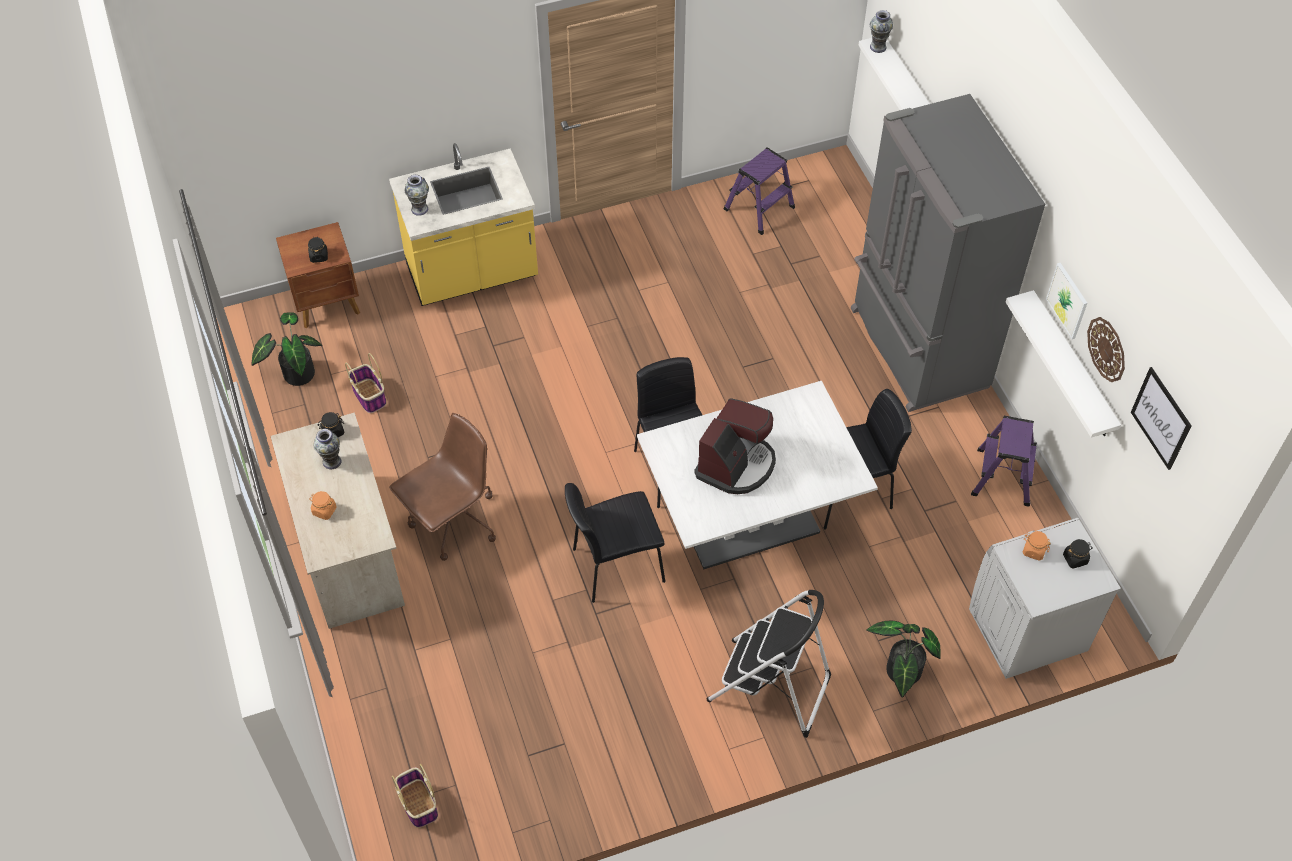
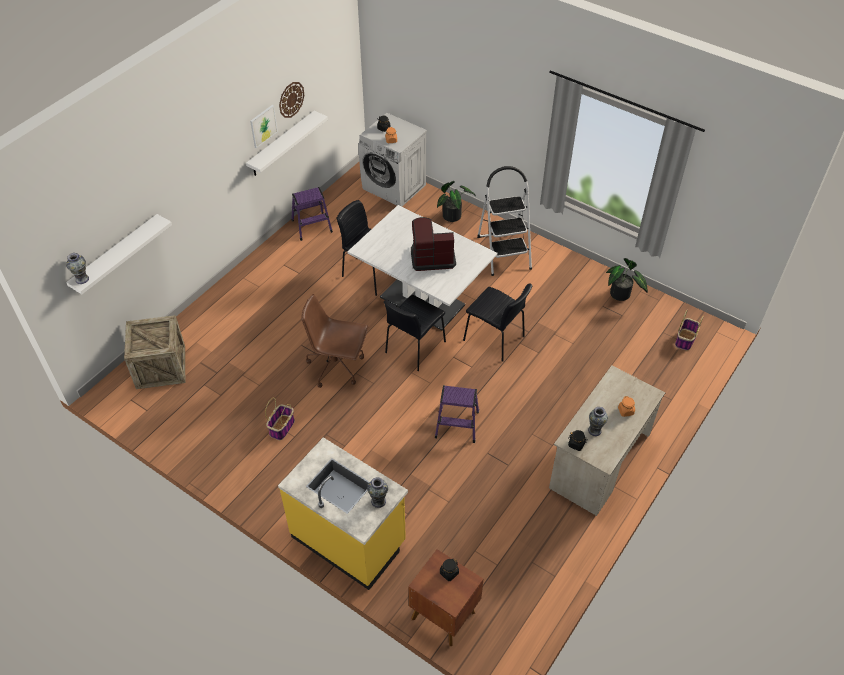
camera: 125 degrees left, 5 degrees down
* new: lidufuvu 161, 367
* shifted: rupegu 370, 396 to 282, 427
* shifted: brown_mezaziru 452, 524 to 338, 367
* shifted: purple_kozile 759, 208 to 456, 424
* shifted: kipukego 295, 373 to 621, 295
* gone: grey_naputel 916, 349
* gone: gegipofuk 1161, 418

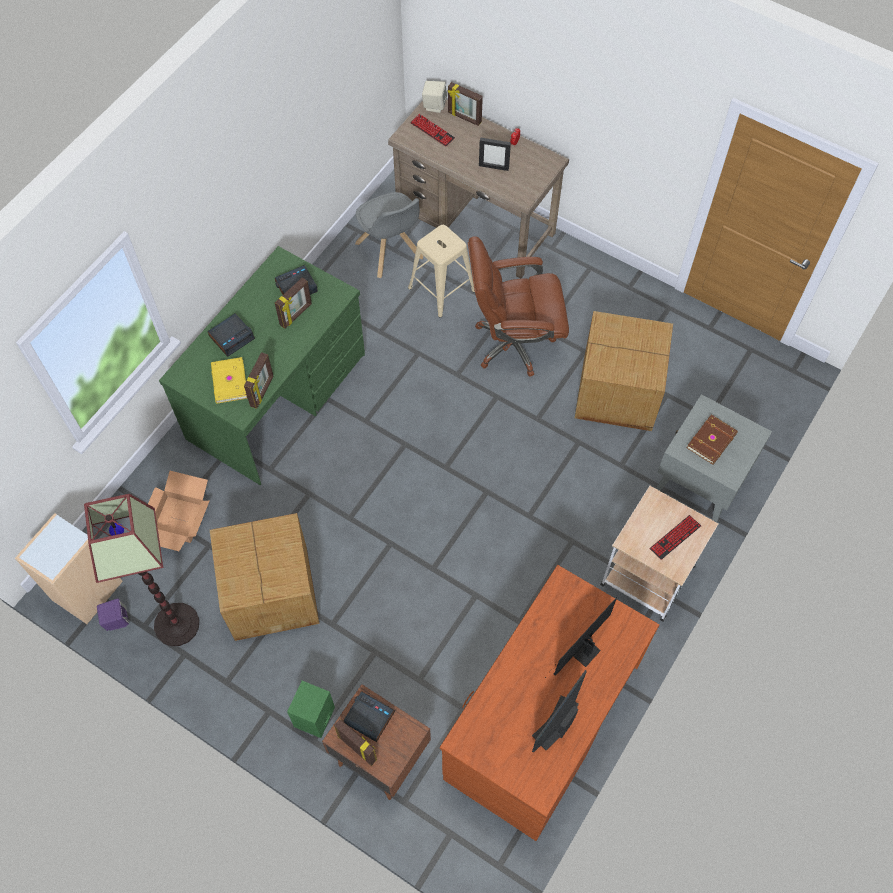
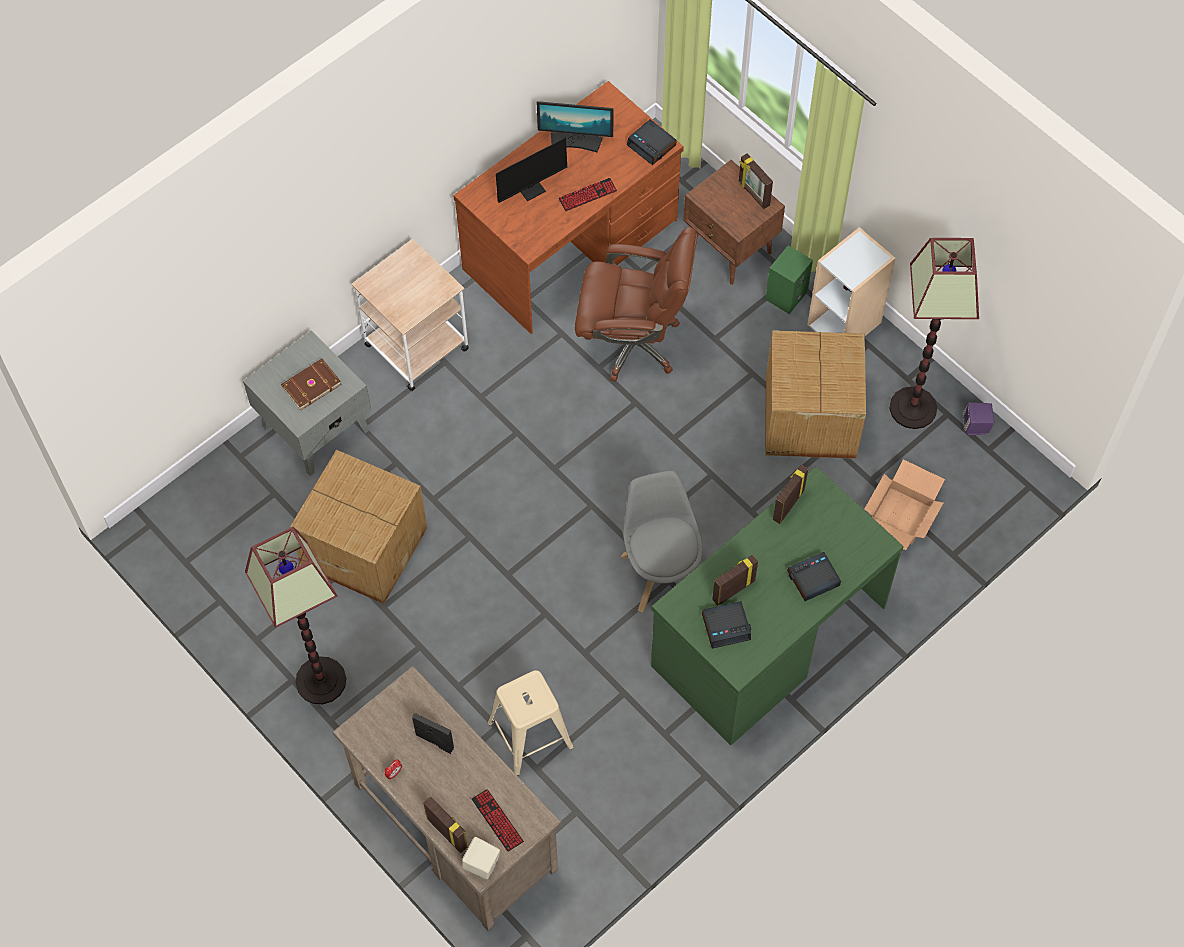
camera: 165 degrees left, 0 degrees up
* new: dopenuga 321, 680
* rotated: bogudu 557, 723 = 576, 140 45 degrees clockwise
* shifted: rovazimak 675, 537 to 587, 195
* shifted: brown_mezaziru 515, 343 to 632, 343
* shifted: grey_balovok 390, 253 to 660, 571
* shifted: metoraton 369, 717 to 652, 145
* shifted: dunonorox 86, 591 to 845, 323
* gone: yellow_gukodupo 228, 382

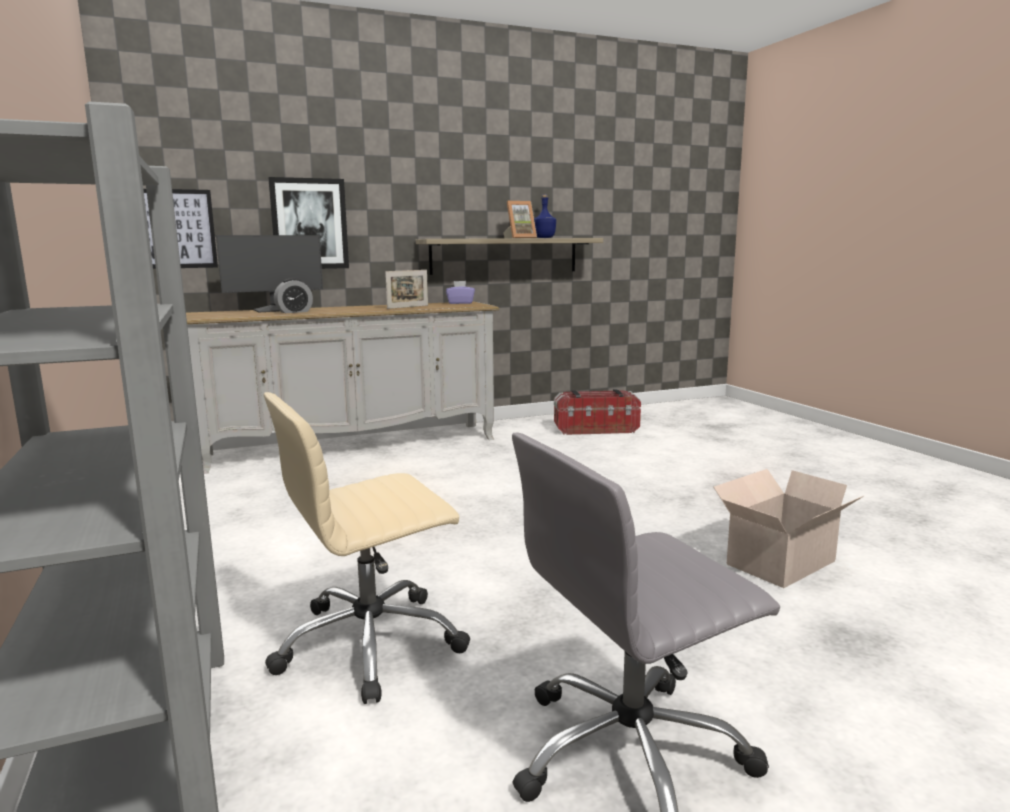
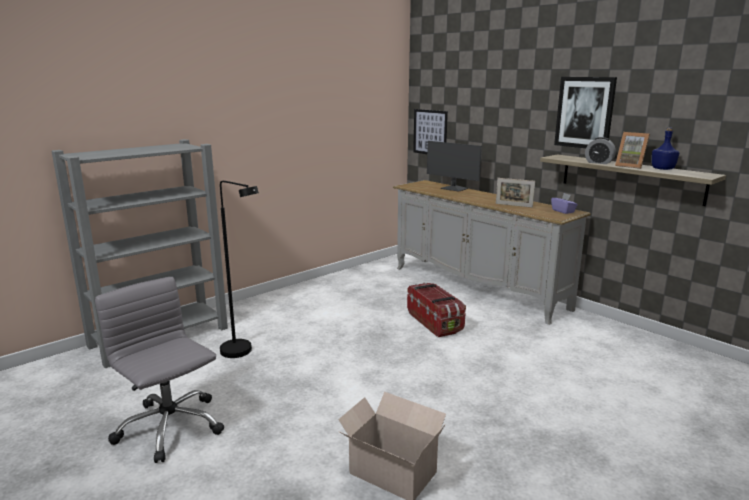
camera: 70 degrees right, 5 degrees up
* swapped: beige_mezaziru 369, 644 to black_dopenuga 242, 353
* shifted: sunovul 595, 429 to 435, 322
* shifted: gegipofuk 309, 224 to 584, 112
* shifted: metoraton 294, 312 to 599, 162

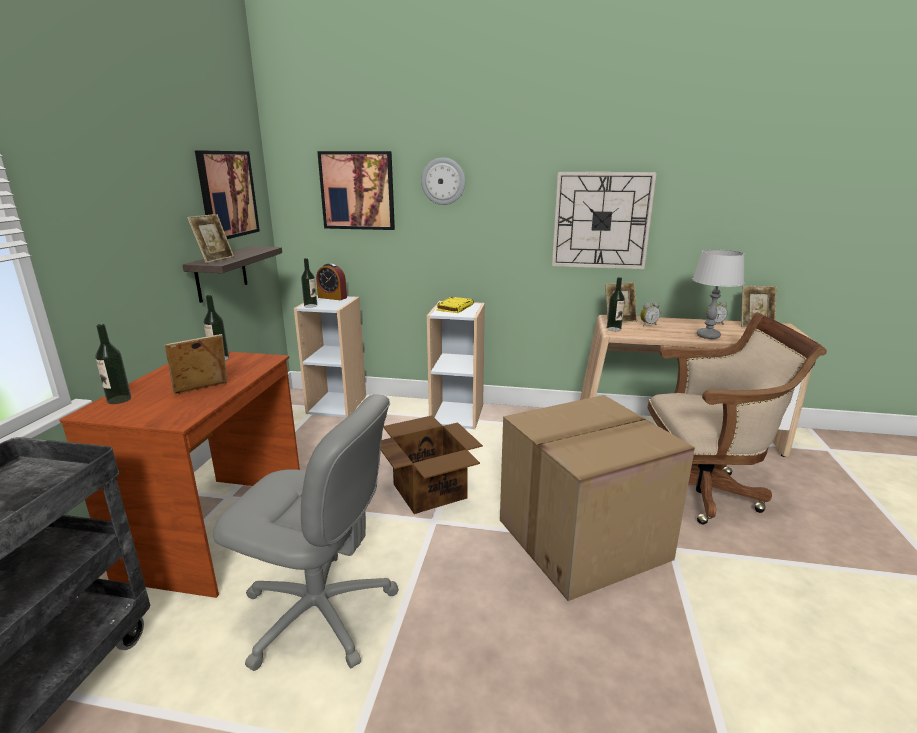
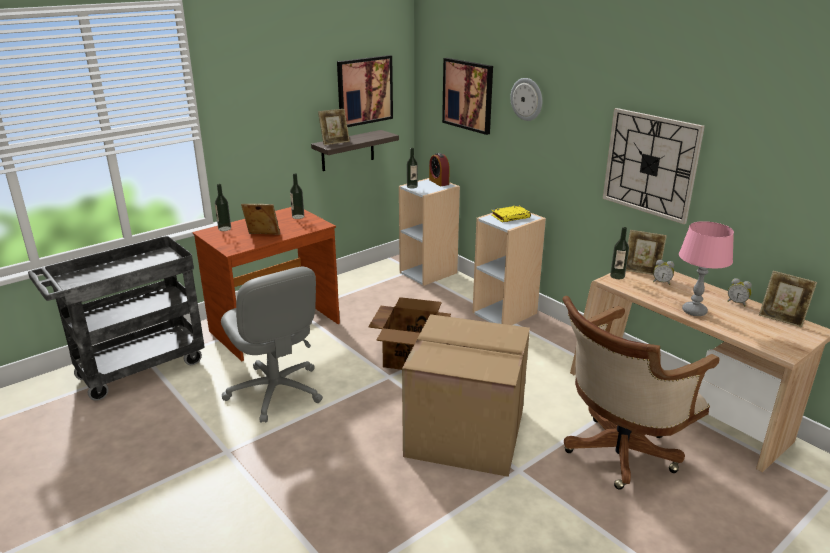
camera: 40 degrees right, 5 degrees up
* rotated: mezaziru 705, 492 = 617, 455 105 degrees clockwise
* repainted: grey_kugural 708, 336 to pink_kugural 694, 311

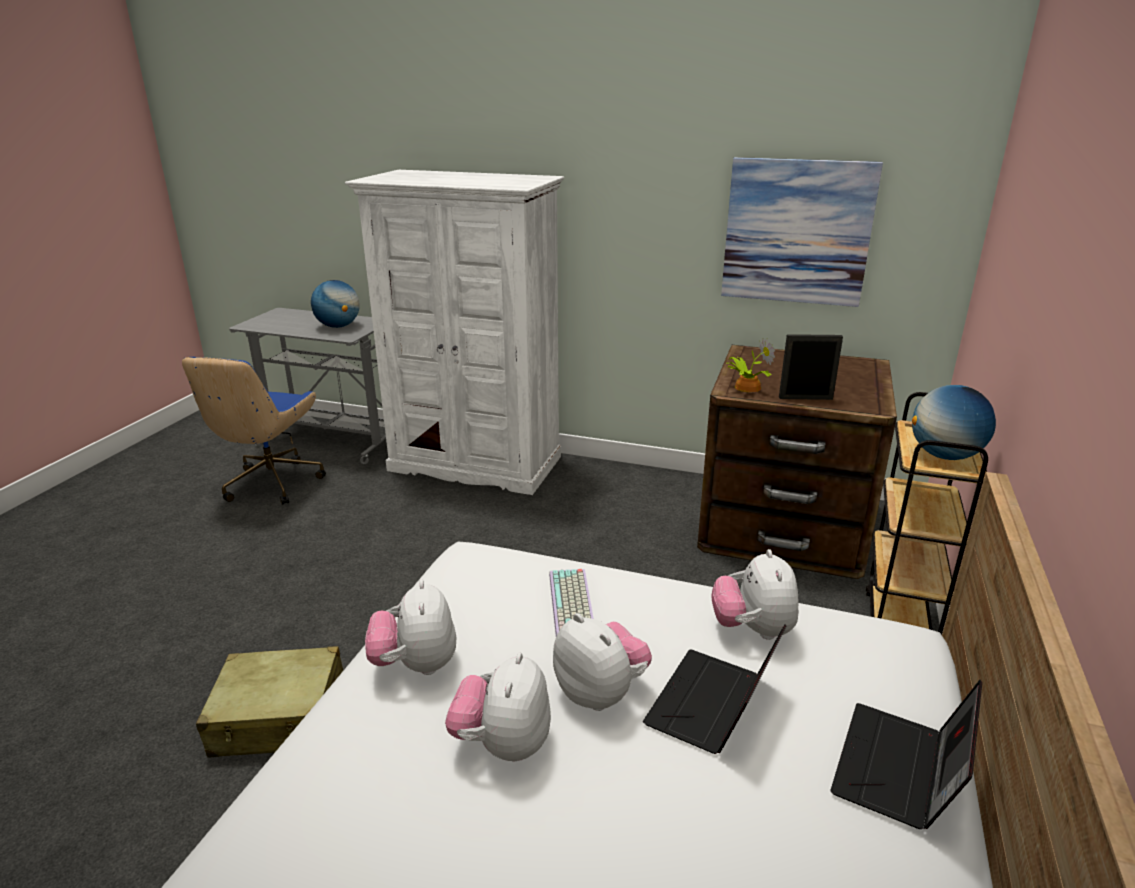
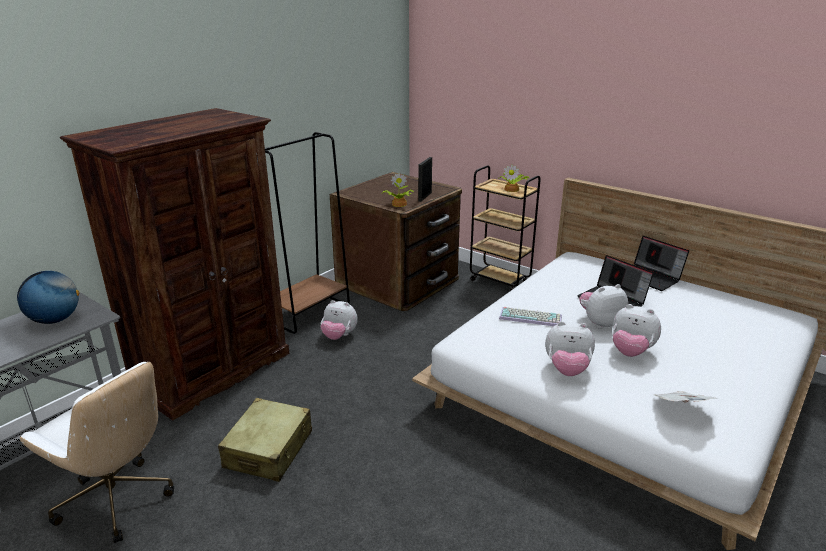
camera: 70 degrees left, 0 degrees up
* repainted: blue_mezaziru 271, 485 to white_mezaziru 118, 503
* repainted: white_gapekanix 475, 464 to brown_gapekanix 213, 371
* shifted: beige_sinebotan 280, 718 to 269, 449
* new: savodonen 308, 313
* shifted: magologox 752, 629 to 339, 336
* swapped: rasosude 944, 456 to kipukego 512, 189
* new: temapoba 681, 409
* gone: gegipofuk 797, 232

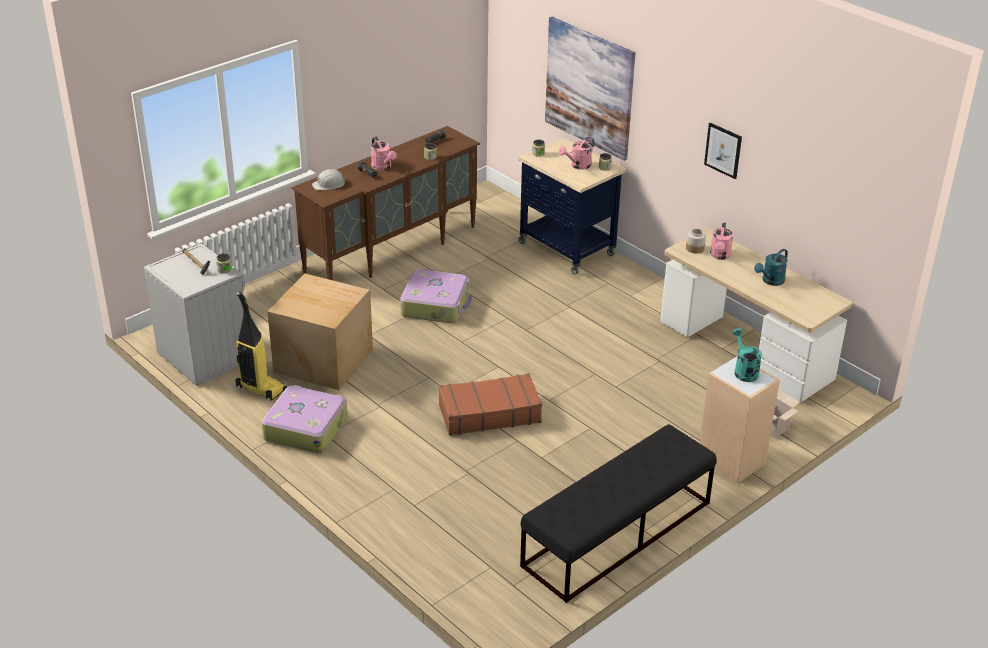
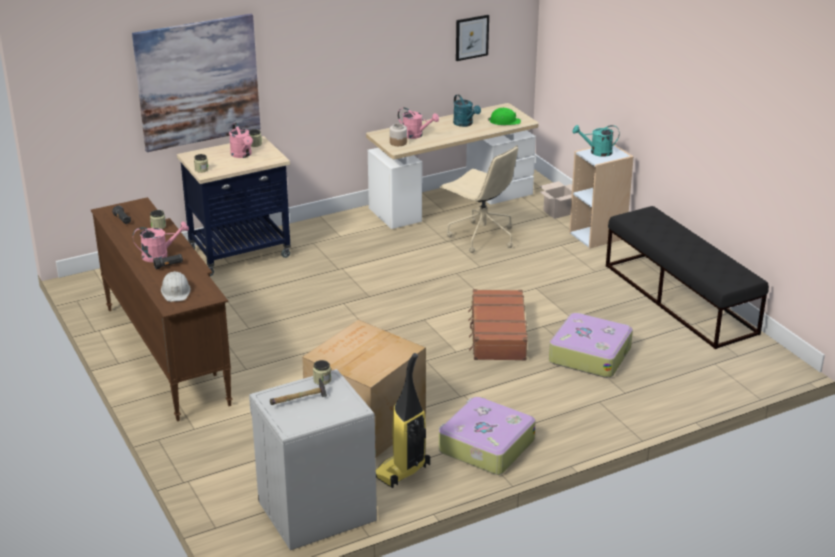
camera: 75 degrees left, 5 degrees down
* new: beige_mezaziru 479, 236
* shifted: gegipofuk 723, 150 to 471, 37
* new: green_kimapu 504, 121
* shifted: sinebotan 436, 305 to 589, 354

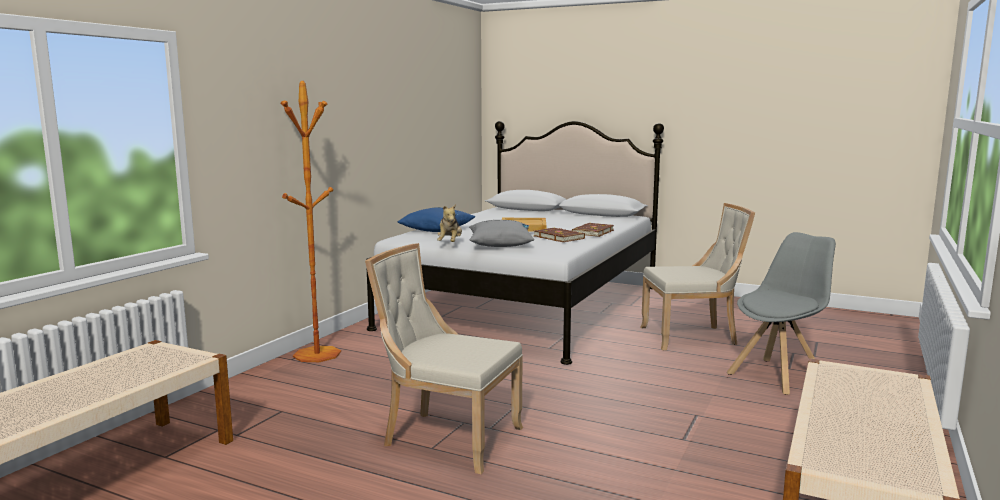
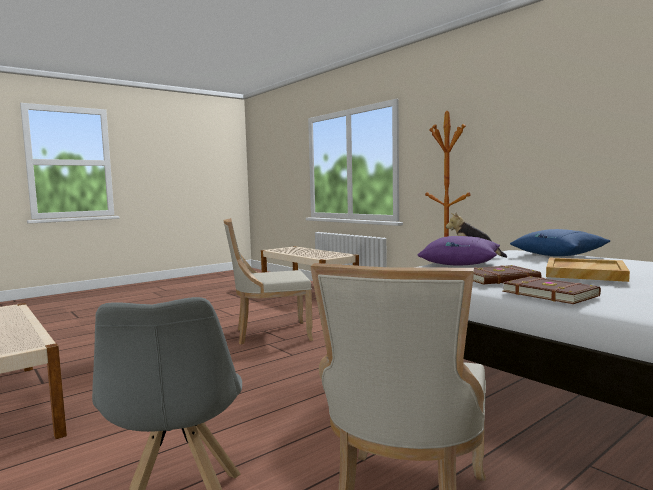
camera: 115 degrees right, 5 degrees down
* rotated: beige_balovok 447, 438 = 270, 334 150 degrees counterclockwise
* repainted: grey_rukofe 500, 245 to purple_rukofe 460, 264

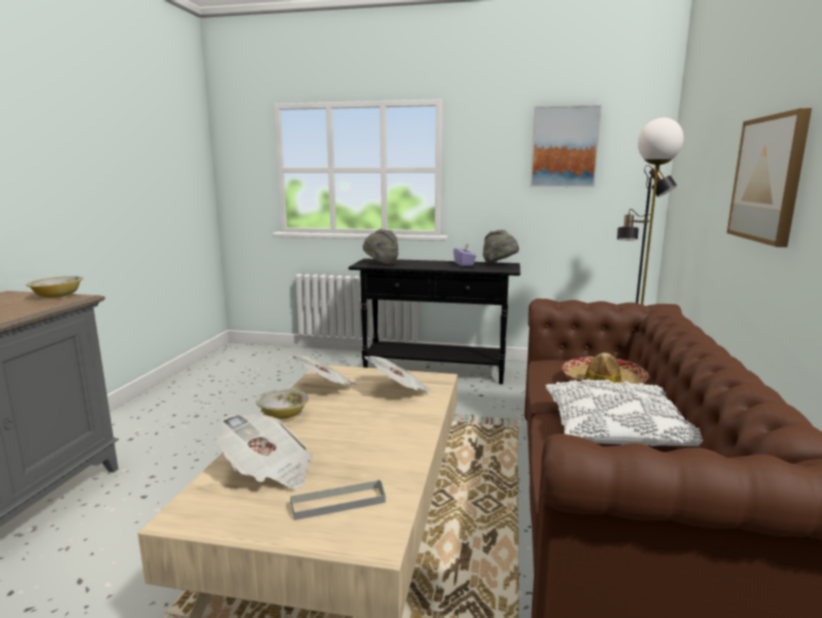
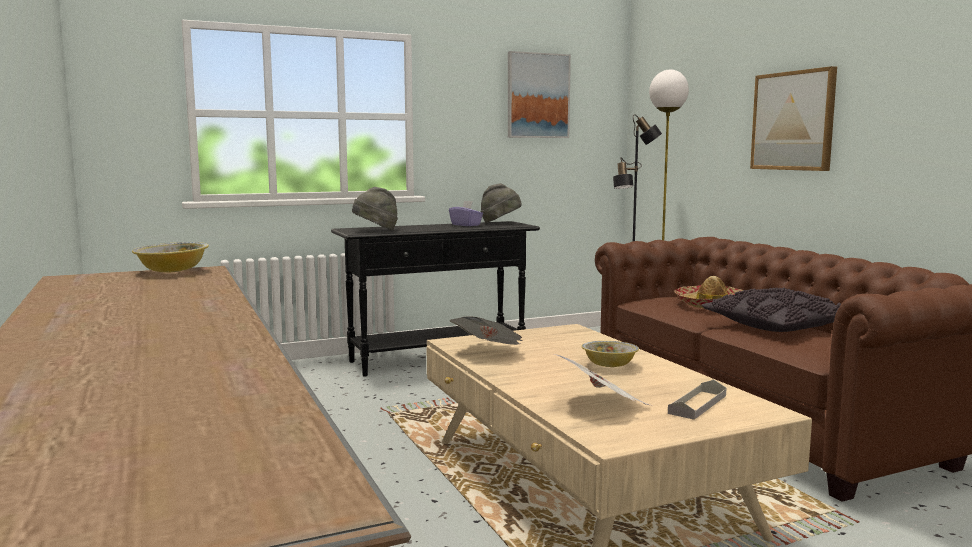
camera: 35 degrees left, 5 degrees down
* shifted: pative 283, 415 to 609, 365
* repainted: white_rukofe 615, 430 to black_rukofe 777, 326
* gone: temapoba 400, 391

